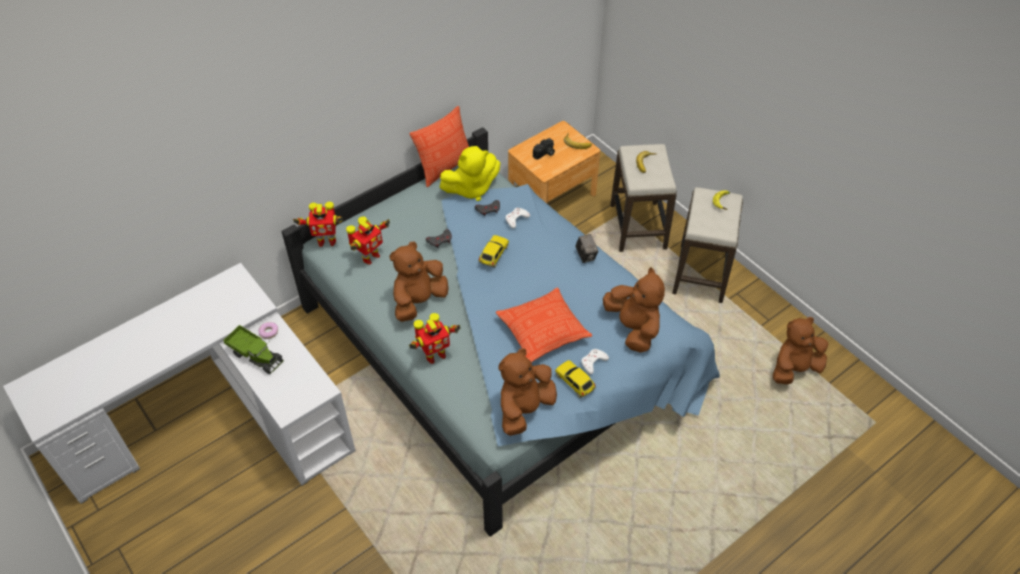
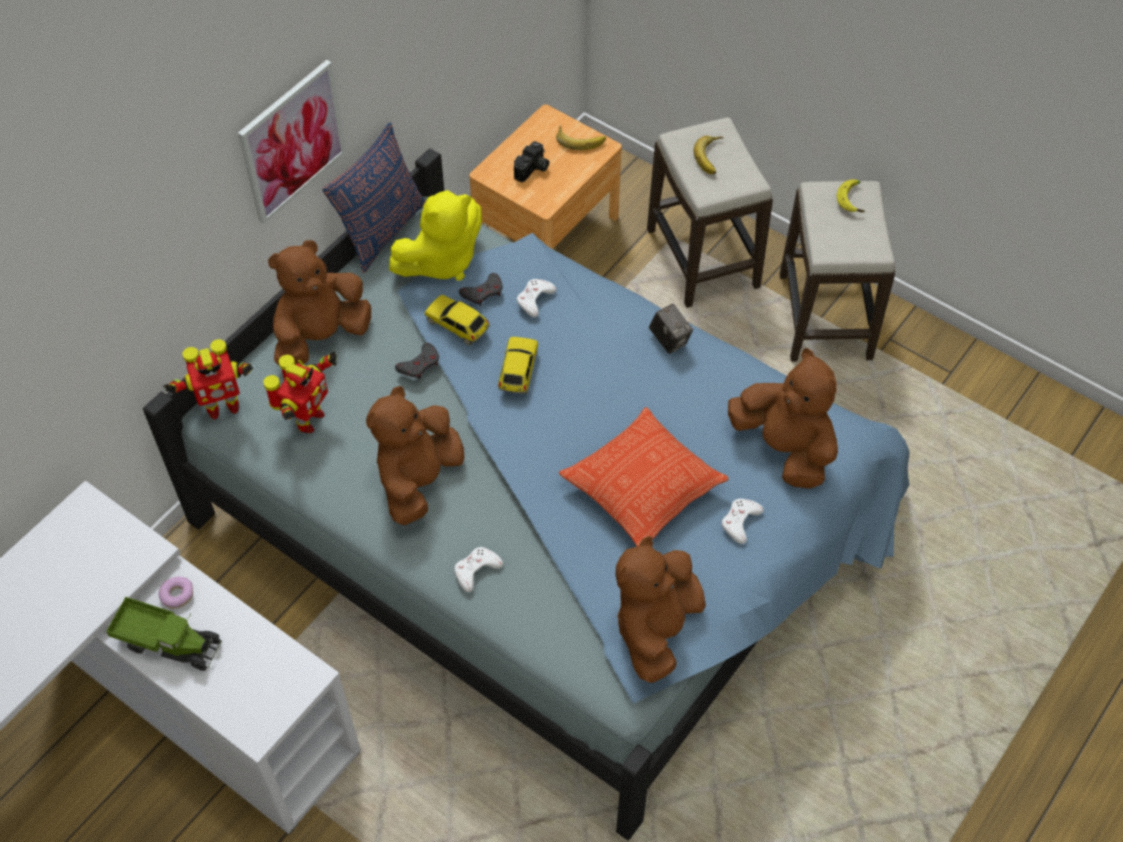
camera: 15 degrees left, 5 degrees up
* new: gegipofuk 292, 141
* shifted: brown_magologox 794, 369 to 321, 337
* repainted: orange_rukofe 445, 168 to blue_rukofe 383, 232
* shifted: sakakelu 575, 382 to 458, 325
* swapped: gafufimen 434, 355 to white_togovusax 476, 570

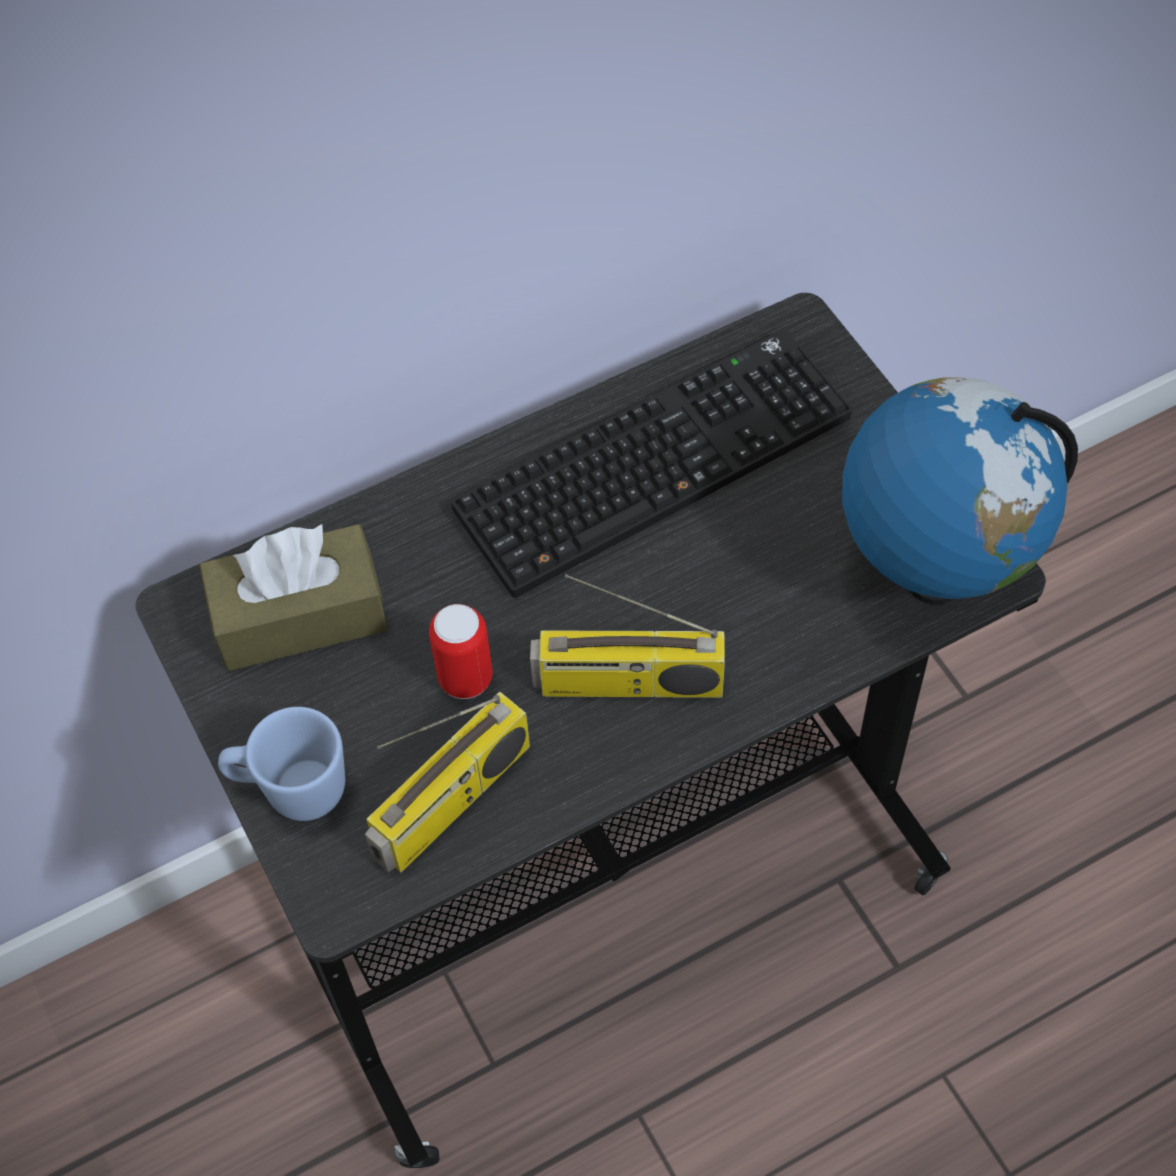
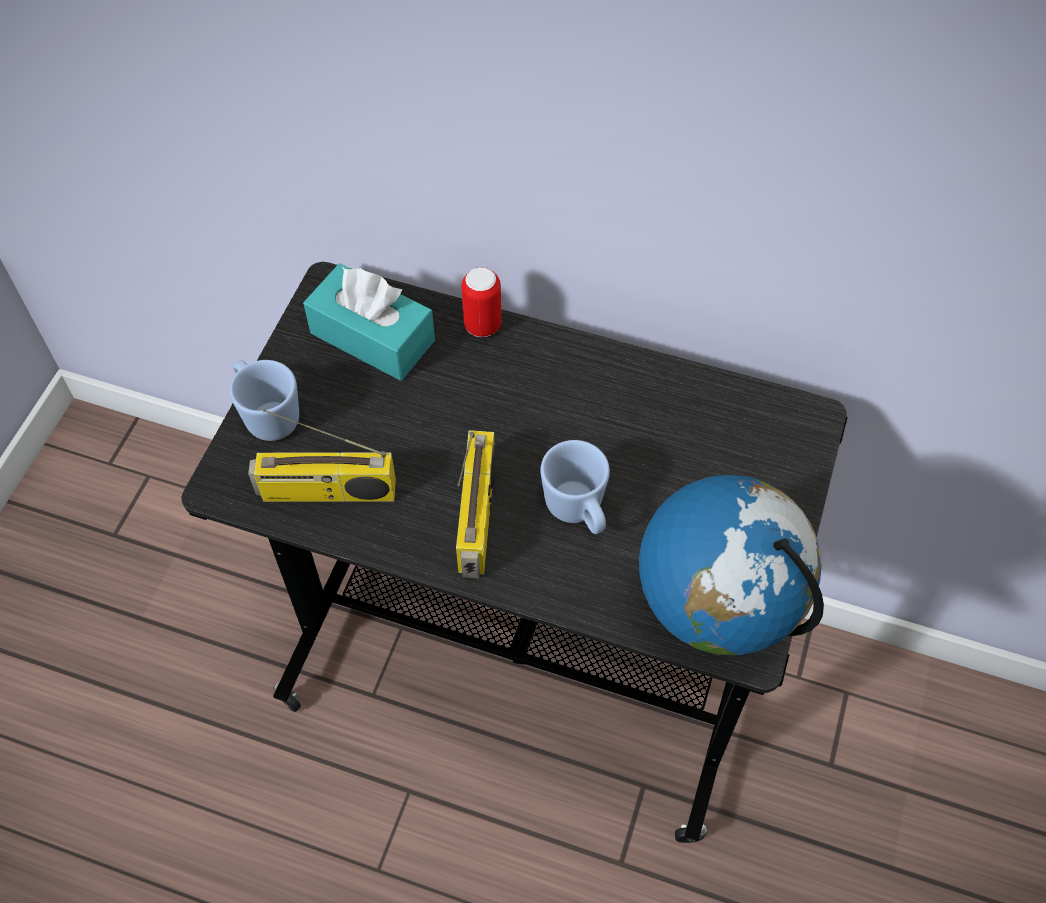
camera: 45 degrees right, 0 degrees up
* repainted: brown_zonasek 299, 616 to turquoise_zonasek 372, 337
* rotated: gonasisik 627, 684 = 478, 517 135 degrees counterclockwise
* shifted: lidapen 465, 678 to 482, 325
* new: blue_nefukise 578, 511
* gone: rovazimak 654, 457

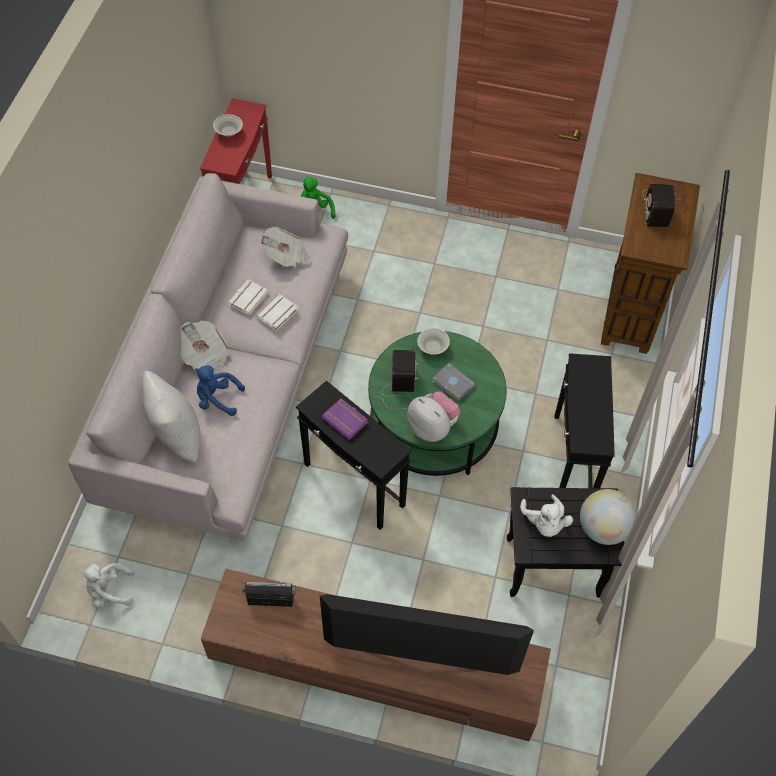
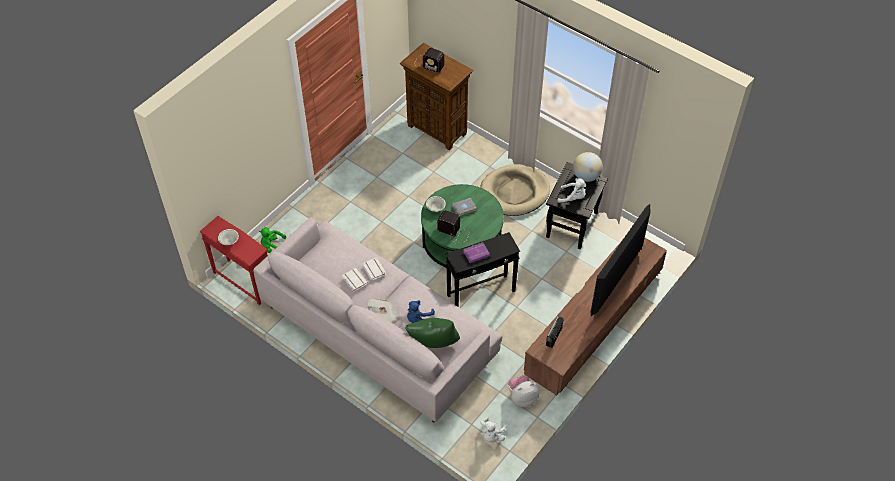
camera: 65 degrees left, 5 degrees down
* repainted: white_rukofe 176, 437 to green_rukofe 433, 346
* swapped: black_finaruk 571, 461 to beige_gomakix 515, 192
* shifted: magologox 432, 427 to 522, 397
* gone: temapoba 287, 256

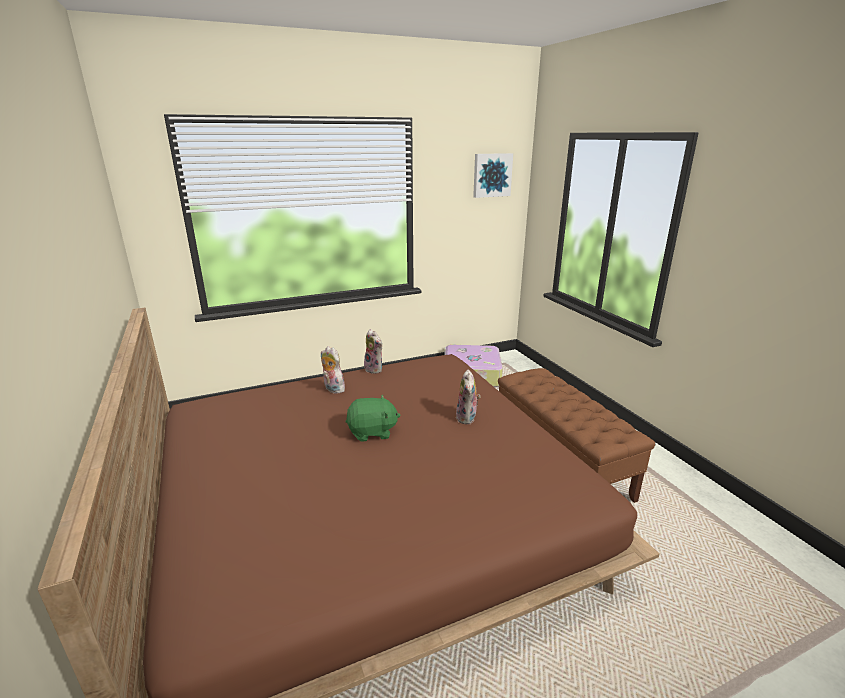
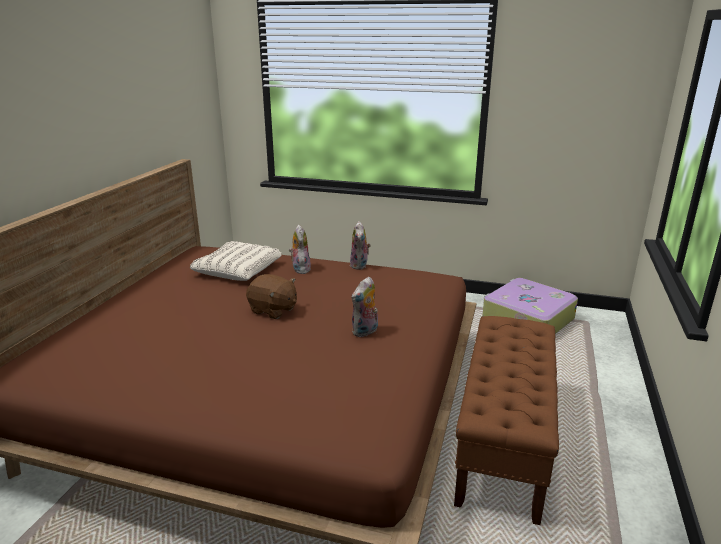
camera: 40 degrees right, 0 degrees up
* new: beige_rukofe 238, 269
* repainted: green_magologox 372, 432 to brown_magologox 273, 310
* gone: gegipofuk 491, 175

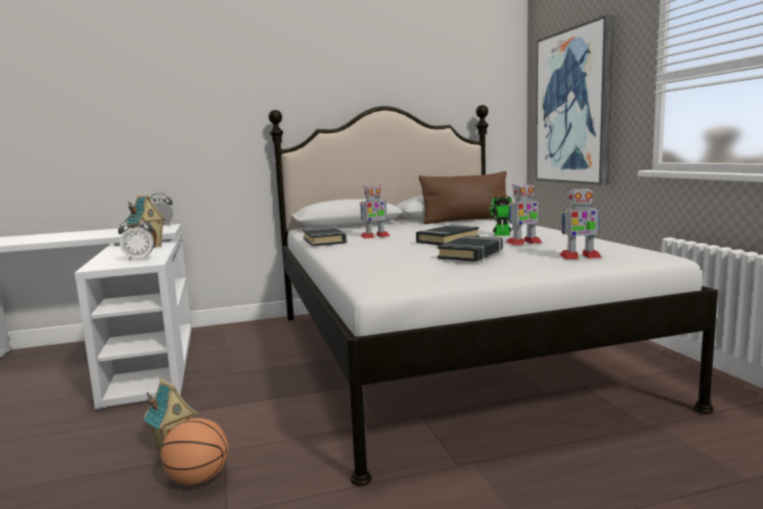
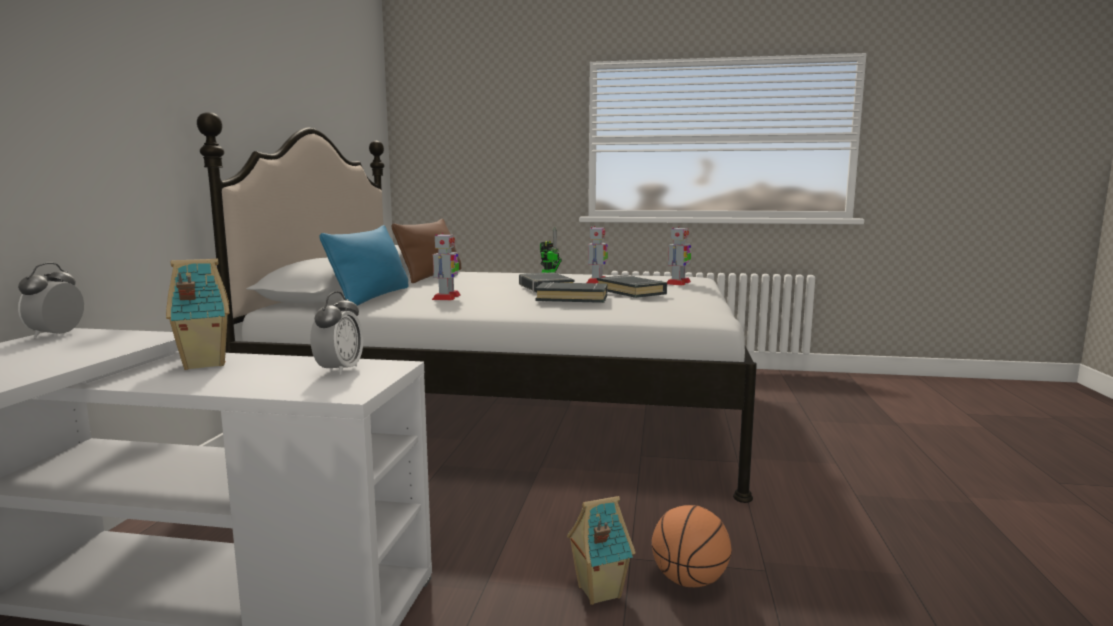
camera: 65 degrees left, 0 degrees up
* new: blue_rukofe 372, 297
* shifted: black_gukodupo 324, 241 to 572, 298
* gone: gegipofuk 574, 107

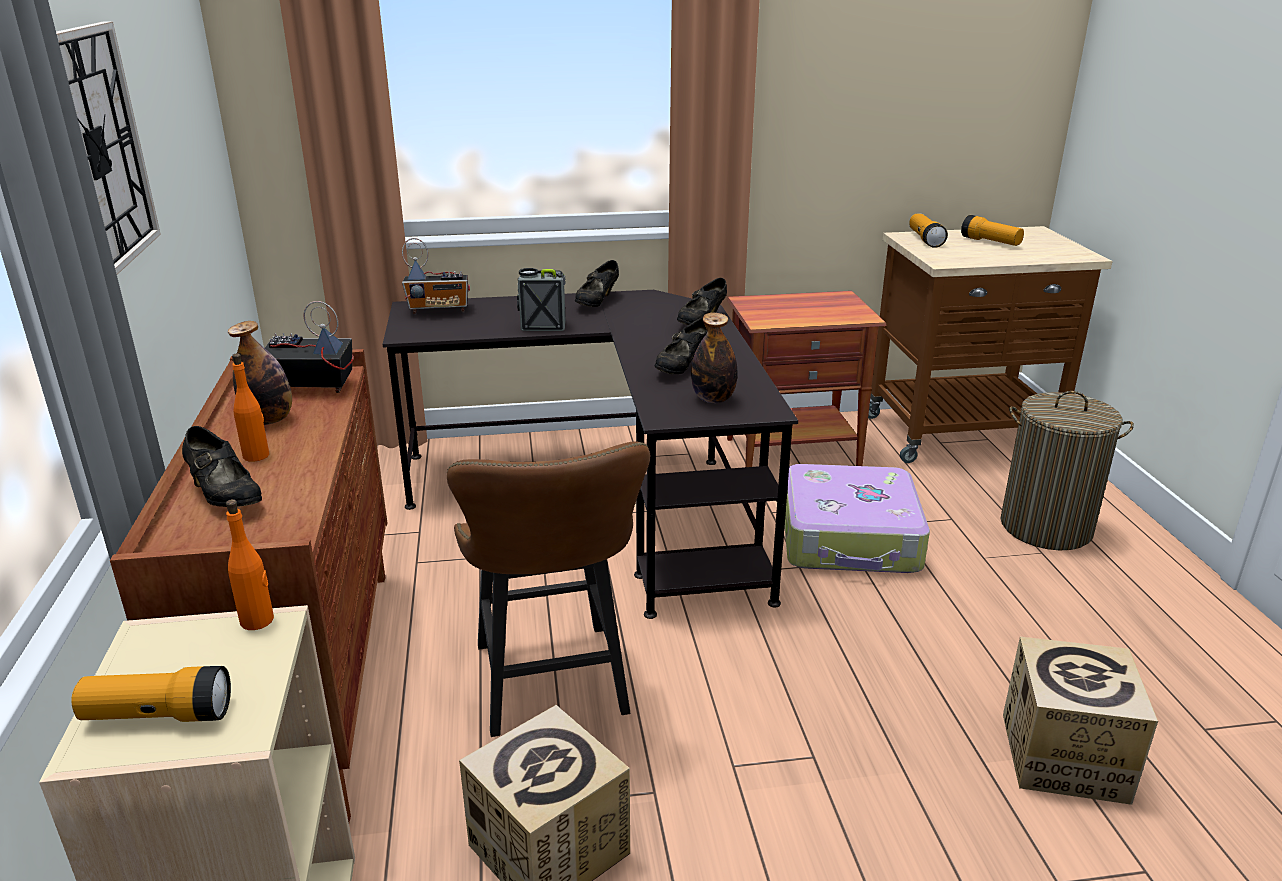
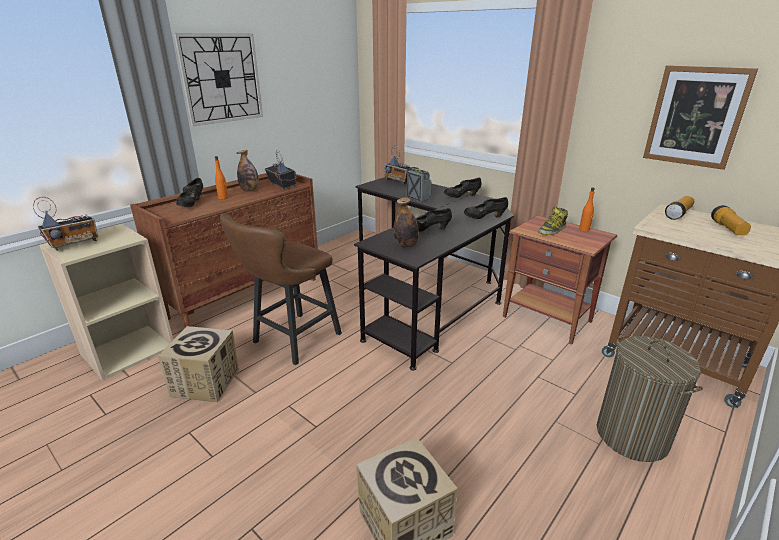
camera: 50 degrees right, 0 degrees up
* swapped: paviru 158, 715 to gonasisik 75, 244
* new: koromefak 552, 230
* shifted: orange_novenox 257, 620 to 584, 229
* new: gegipofuk 695, 117
* gone: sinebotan 850, 538

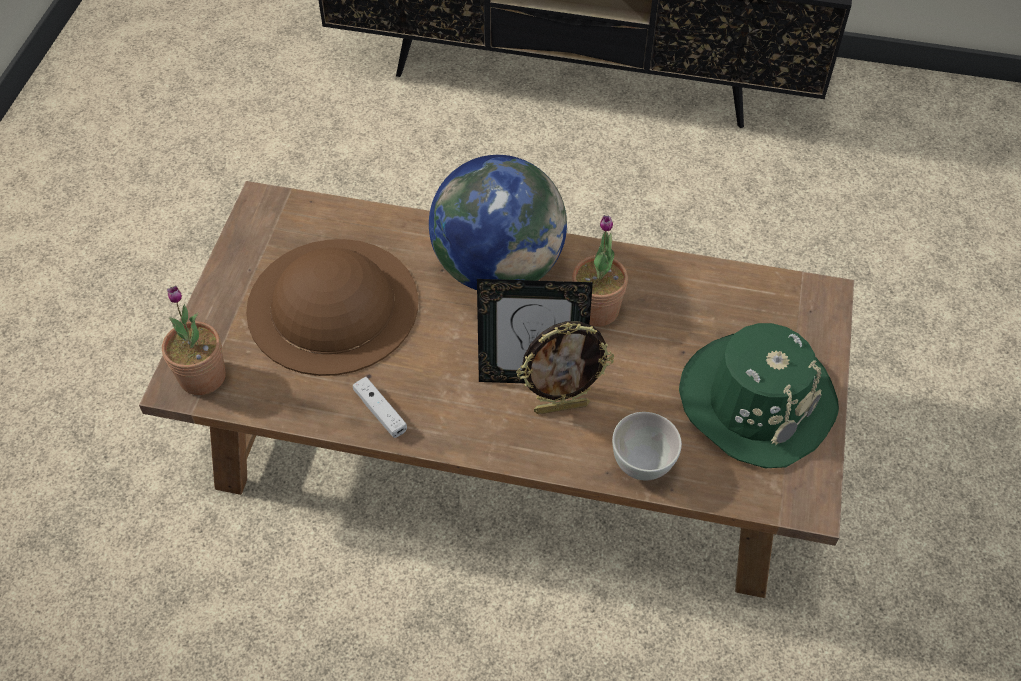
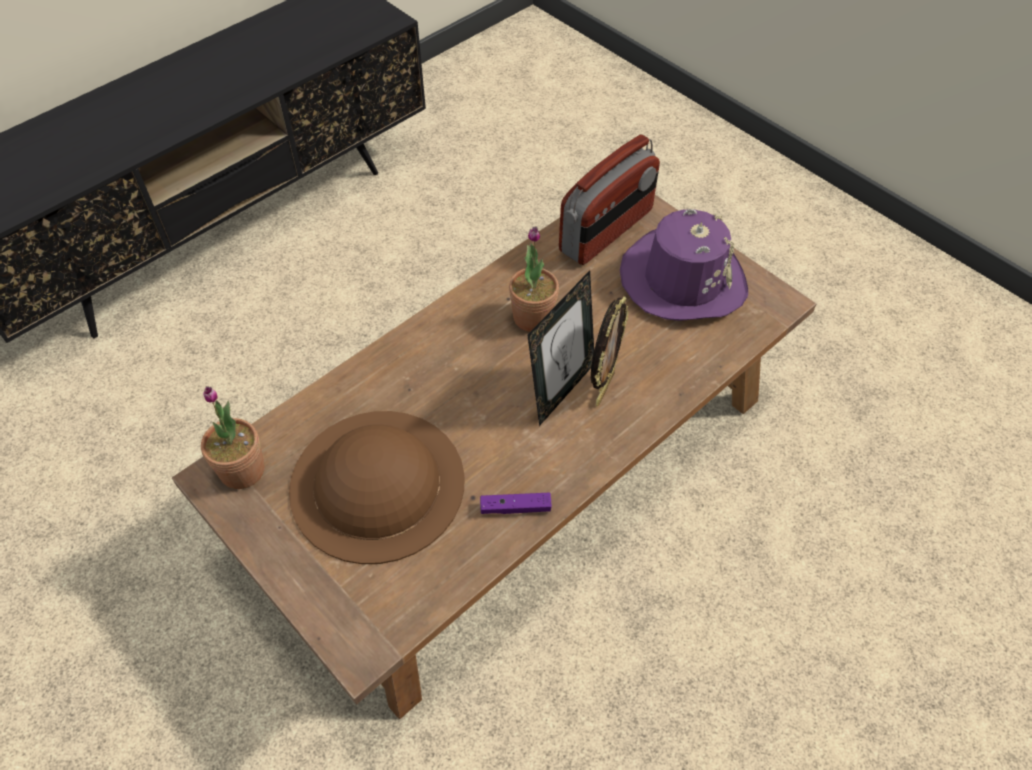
camera: 55 degrees left, 0 degrees up
* shifted: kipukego 202, 376 to 242, 470
* repainted: white_togovusax 380, 412 to purple_togovusax 515, 508
* new: gonasisik 607, 231
* repainted: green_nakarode 756, 401 to purple_nakarode 682, 279
* gone: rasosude 498, 268
* gone: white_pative 642, 465

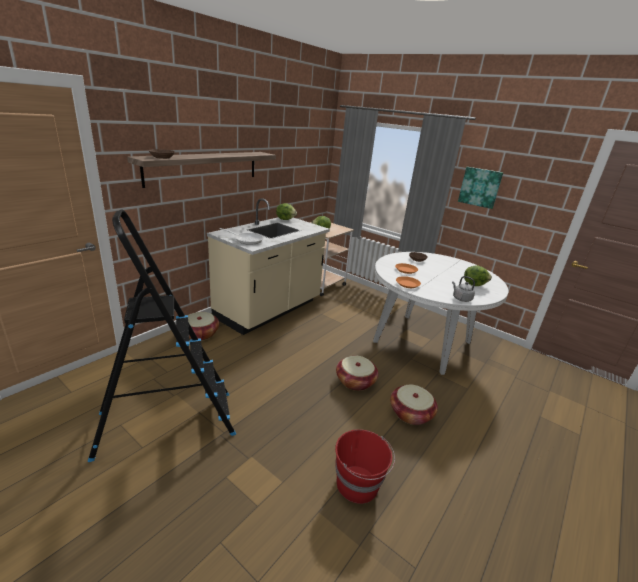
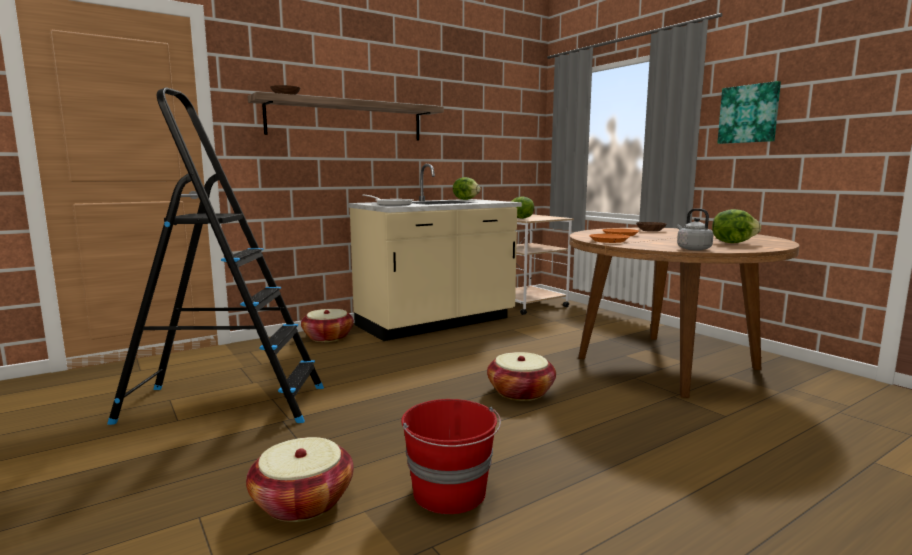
camera: 20 degrees right, 15 degrees down
* shifted: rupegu 410, 413 to 302, 501
* repainted: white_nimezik 422, 342 to brown_nimezik 666, 363

